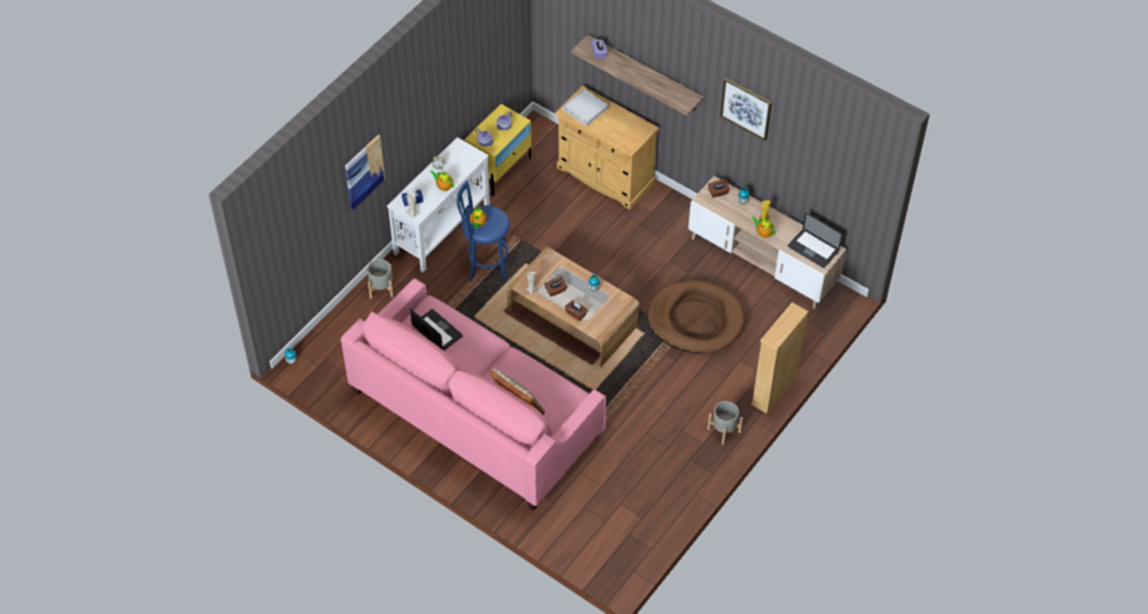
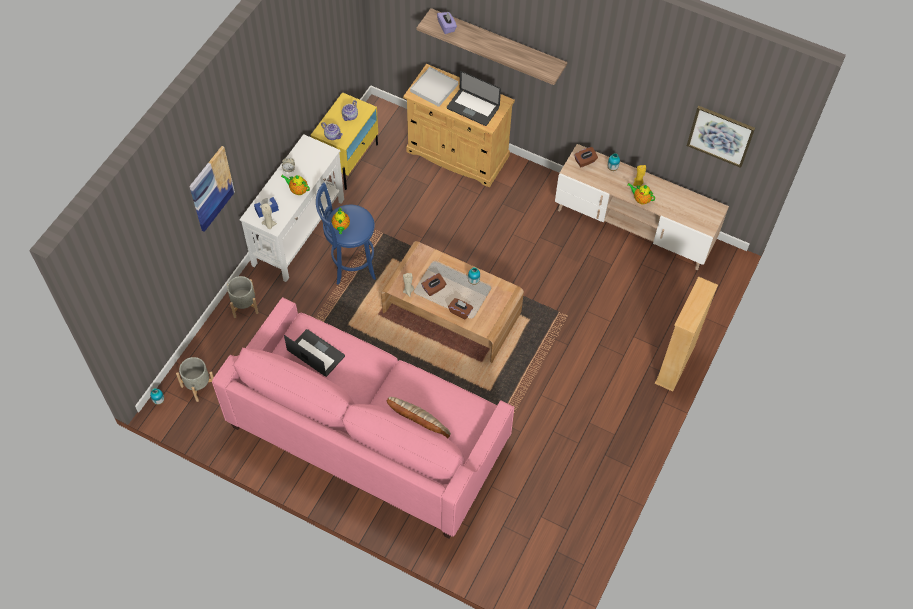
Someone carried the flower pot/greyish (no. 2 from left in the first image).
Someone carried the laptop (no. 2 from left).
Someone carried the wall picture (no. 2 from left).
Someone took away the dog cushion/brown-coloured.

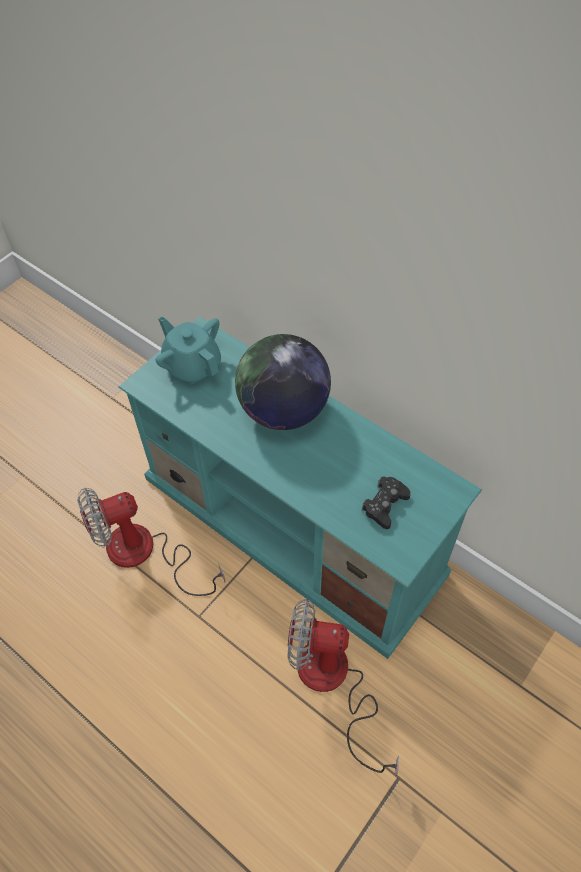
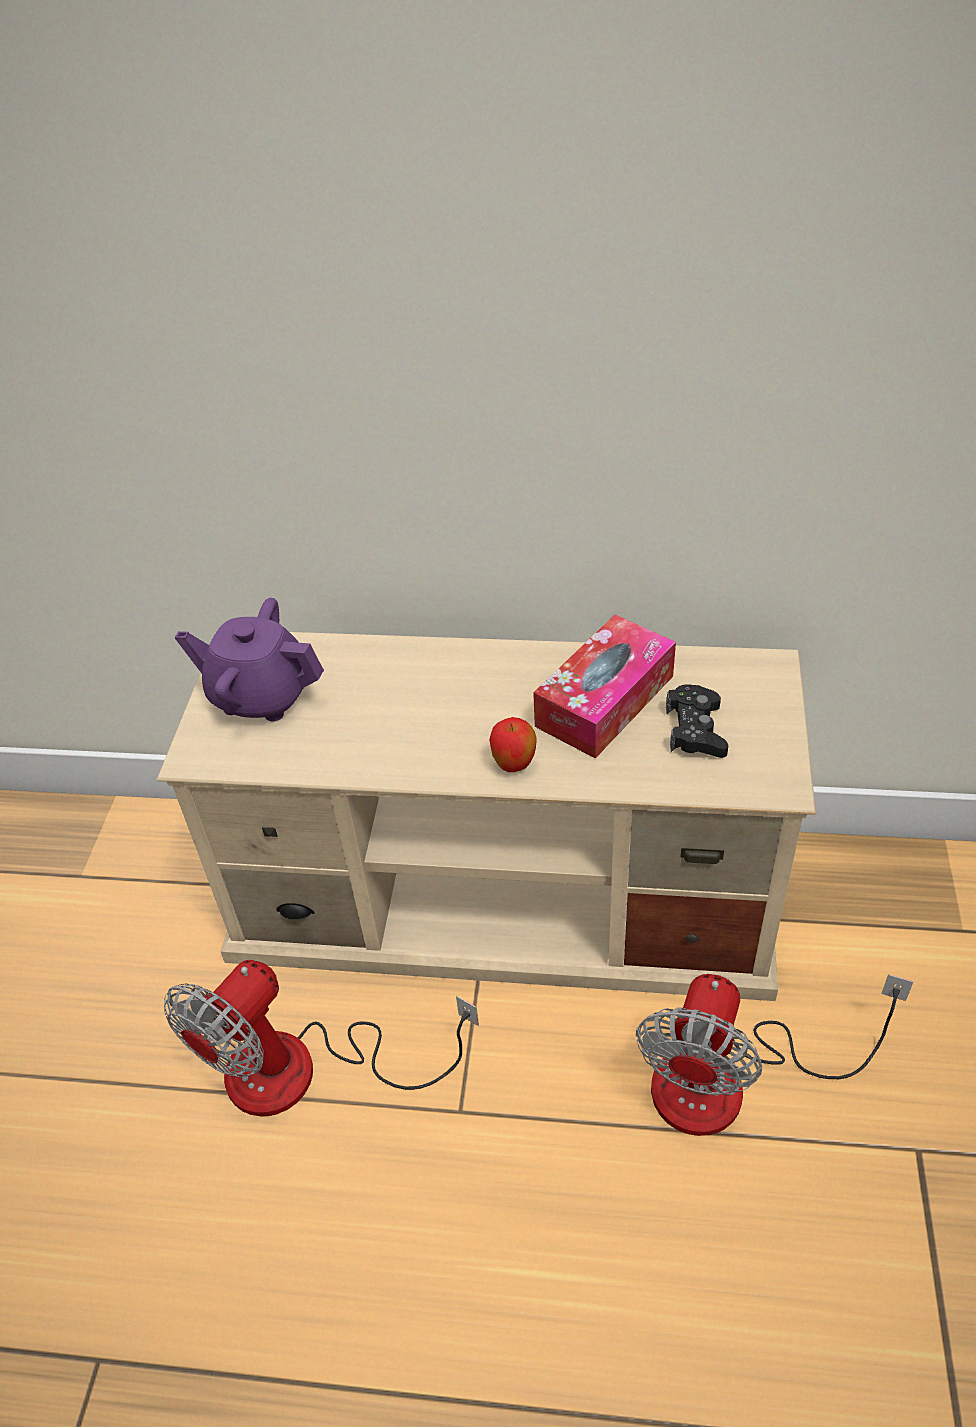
Someone repainted the tv unit/turquoise-coloured, which became the tv unit/beige.
Someone repainted the tea pot/turquoise-coloured, which became the tea pot/purple-coloured.
Someone put down the apple fruit.
Someone put down the tissue box.
Someone rotated the electric fan (no. 2 from left) by 45 degrees counterclockwise.
Someone took away the desk globe.

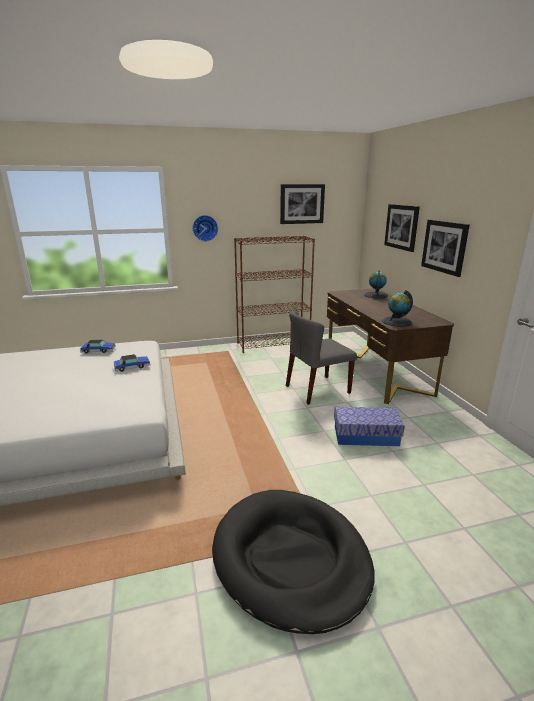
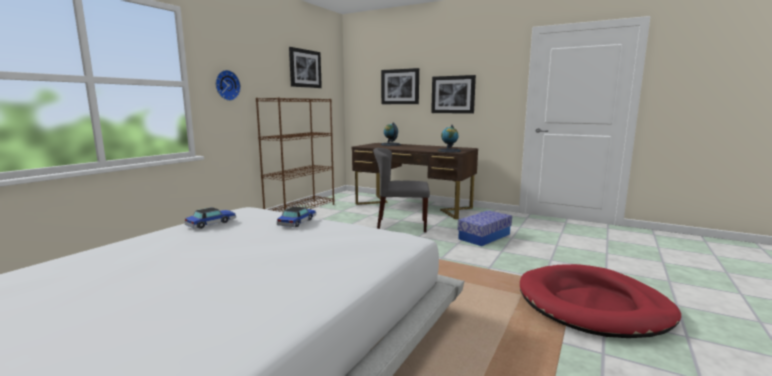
Someone rotated the upright chair/greyish by 75 degrees clockwise.
Someone repainted the dog cushion/black, which became the dog cushion/red-coloured.

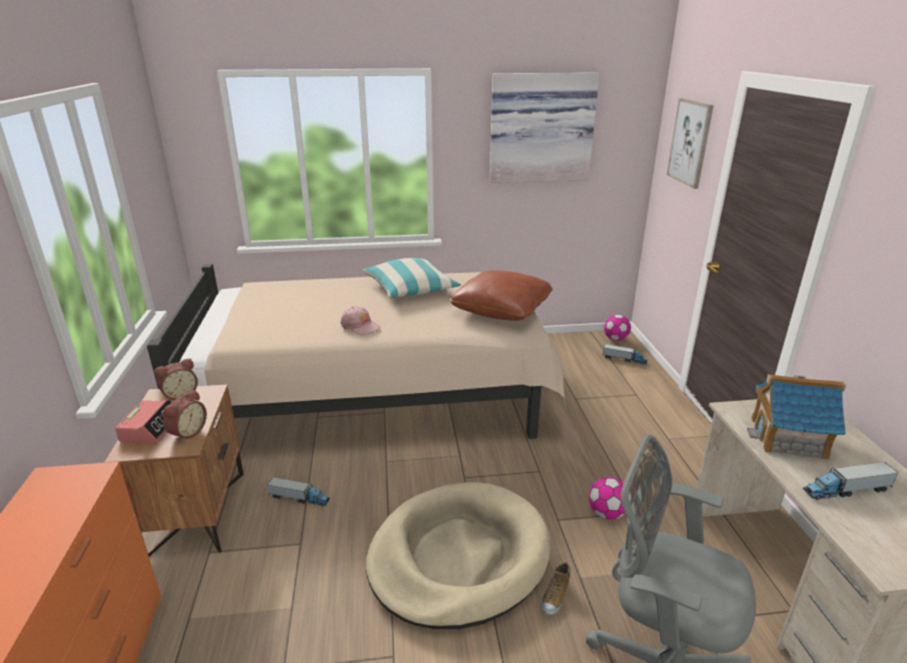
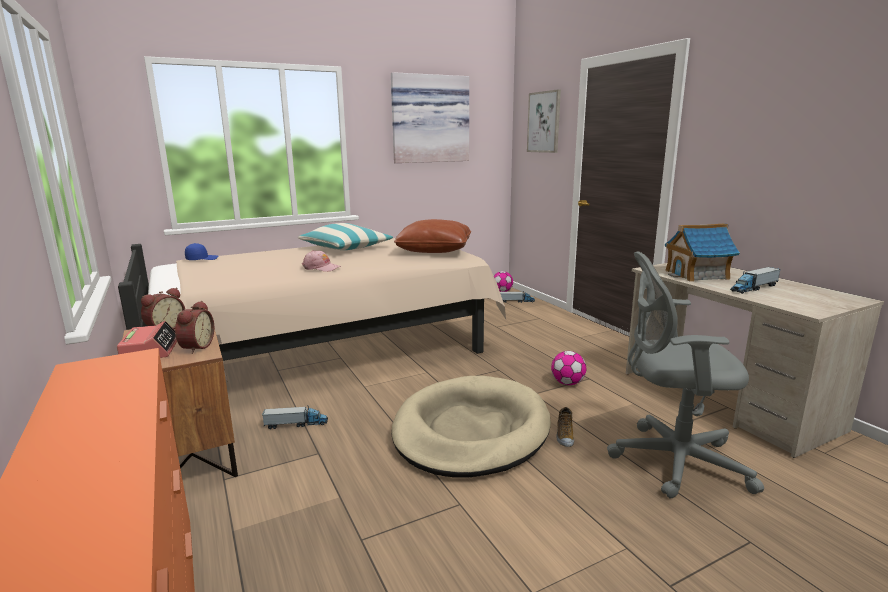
Someone put down the baseball cap/bluish.

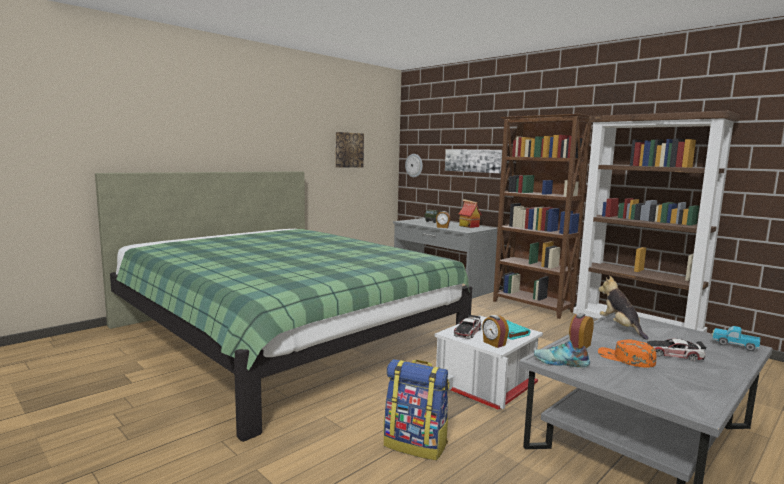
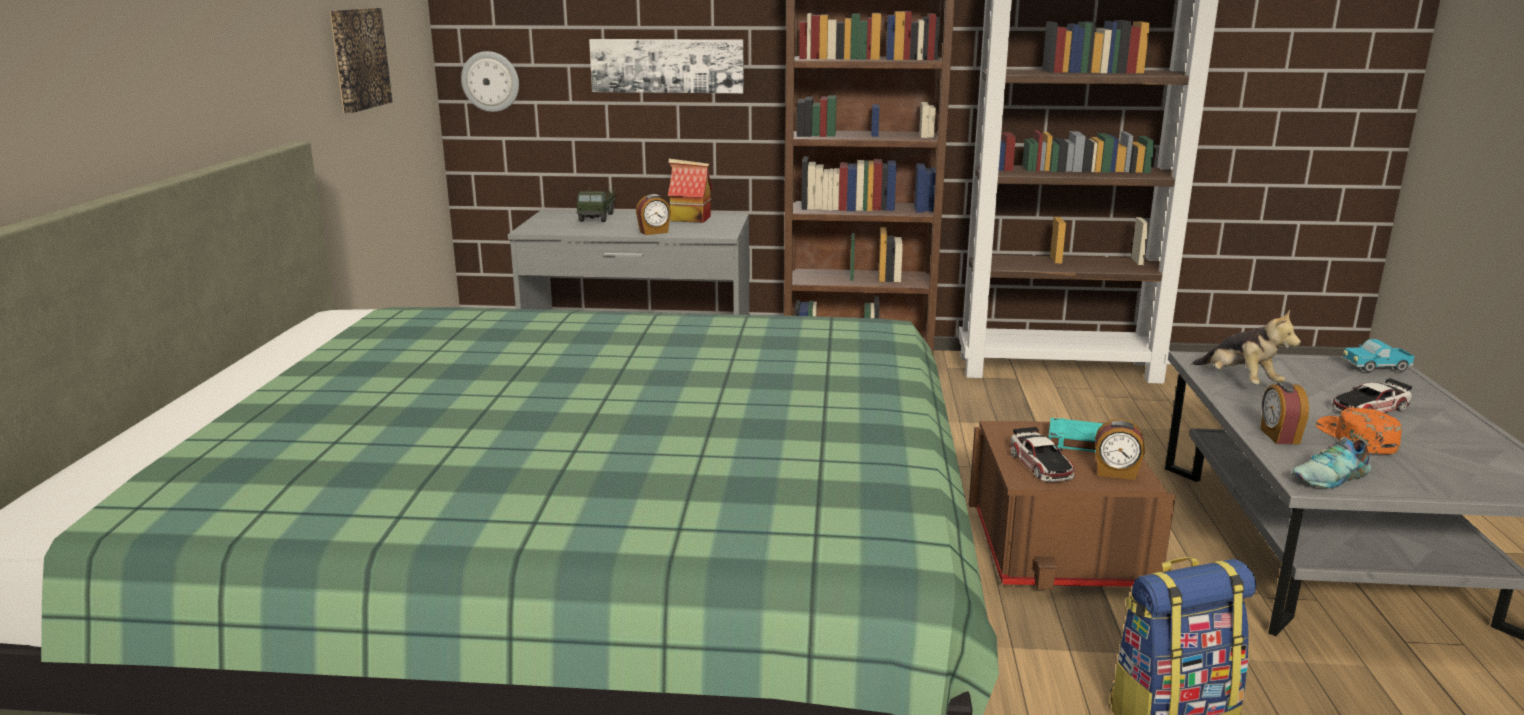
Someone repainted the storage box/white-coloured, which became the storage box/brown-coloured.
Someone rotated the cuddly toy by 150 degrees counterclockwise.
Someone rotated the baseball cap/orange by 75 degrees clockwise.

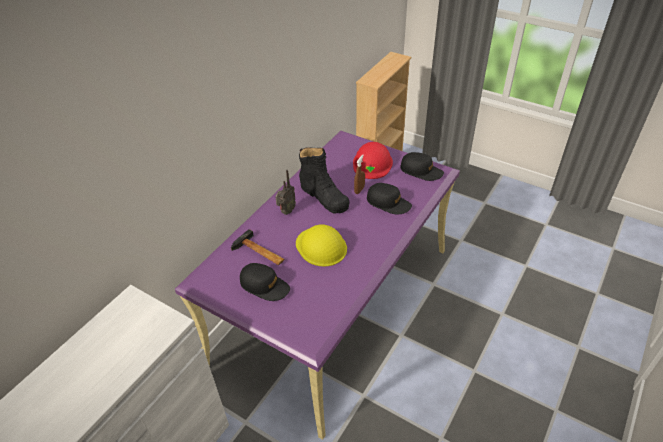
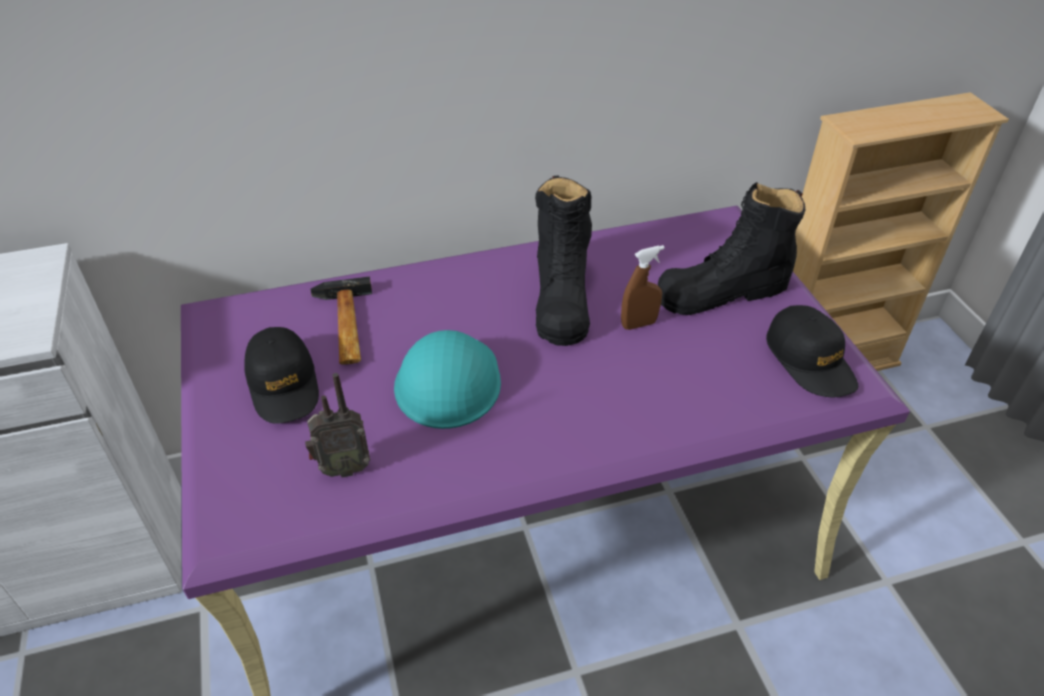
Someone carried the radio.
Someone repainted the work helmet/yellowish, which became the work helmet/turquoise-coloured.
Someone swapped the work helmet/red-coloured for the boot/black (no. 2 from left).
Someone took away the baseball cap/black (no. 2 from left).

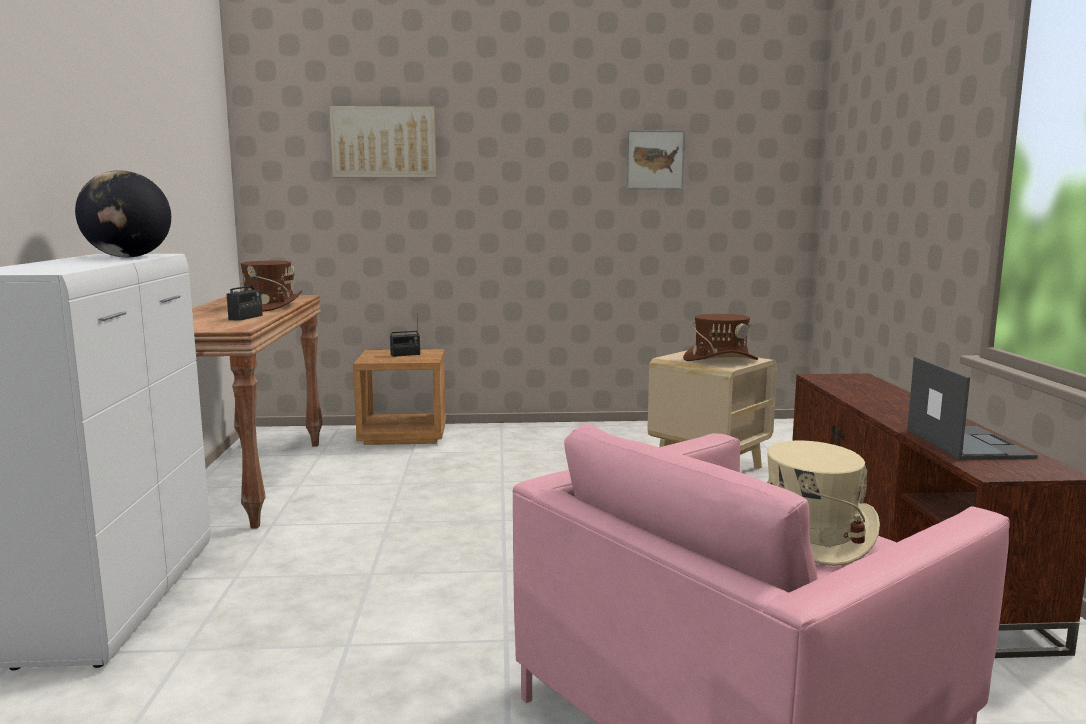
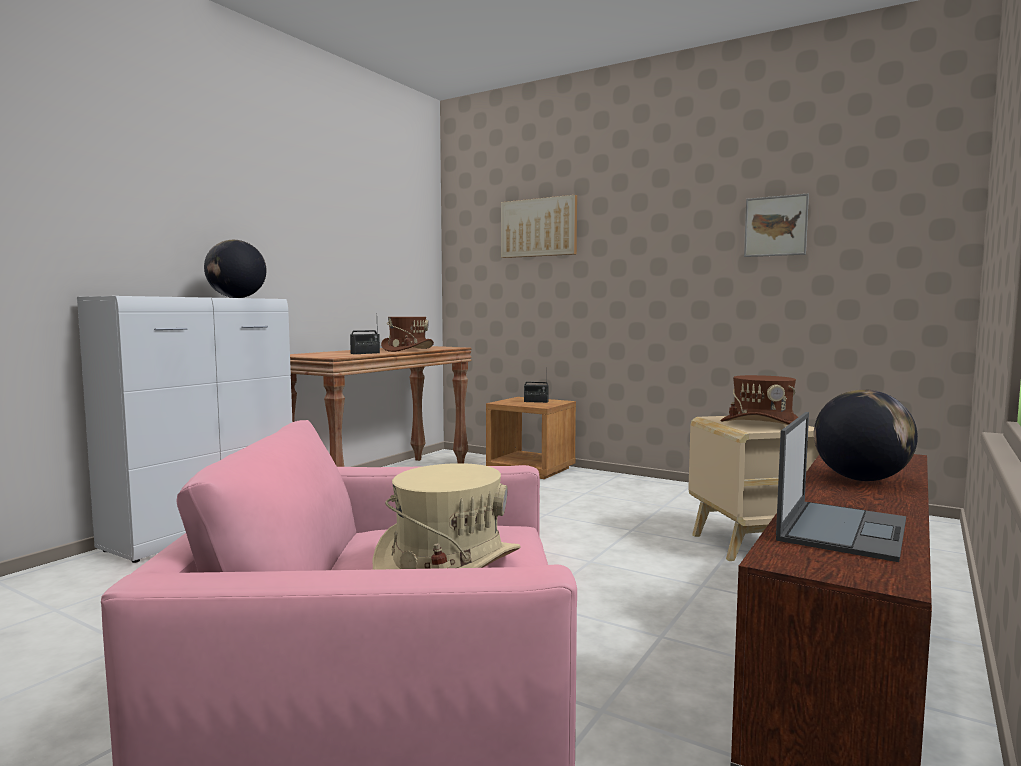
Someone put down the desk globe (no. 2 from left).

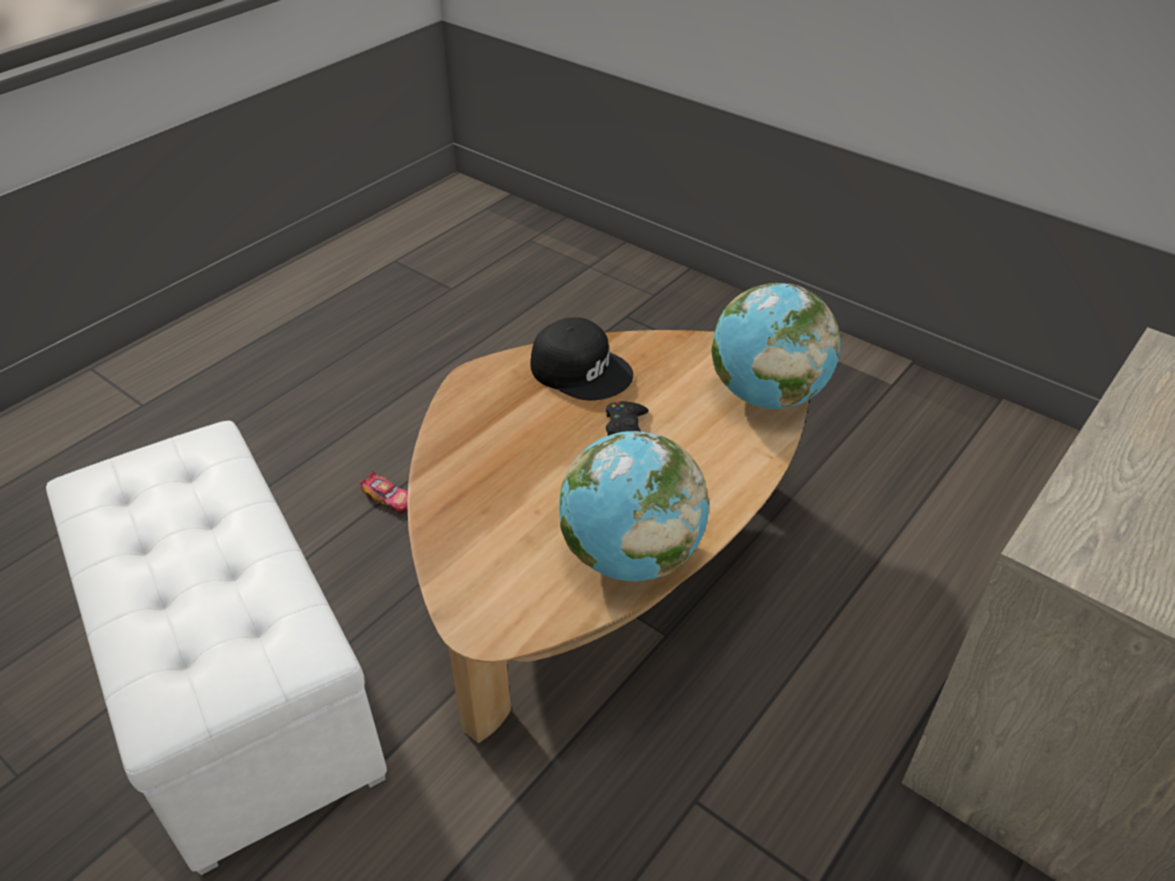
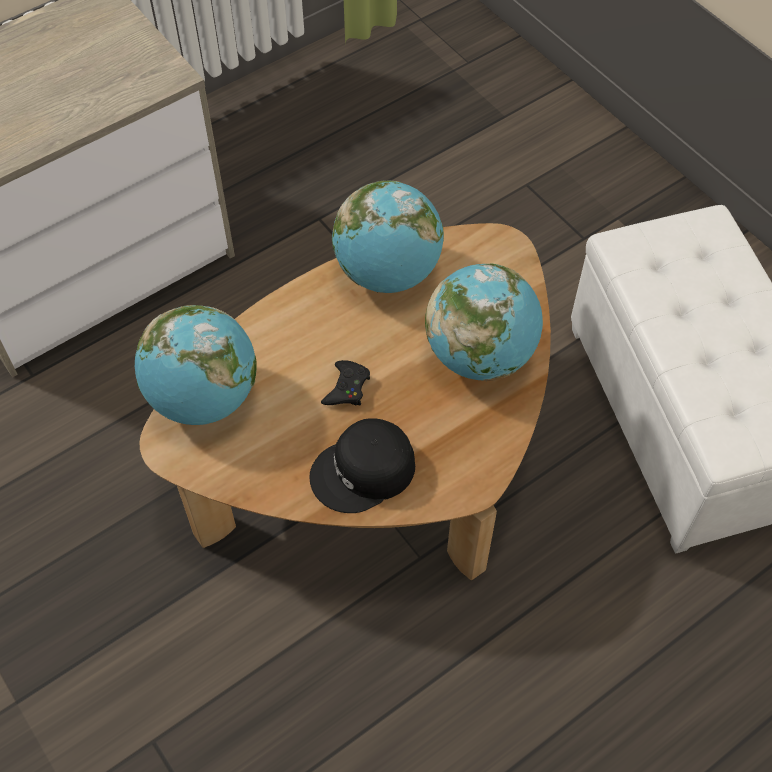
Someone rotated the baseball cap/black by 75 degrees counterclockwise.
Someone put down the desk globe (no. 3 from left).
Someone took away the toy car.

